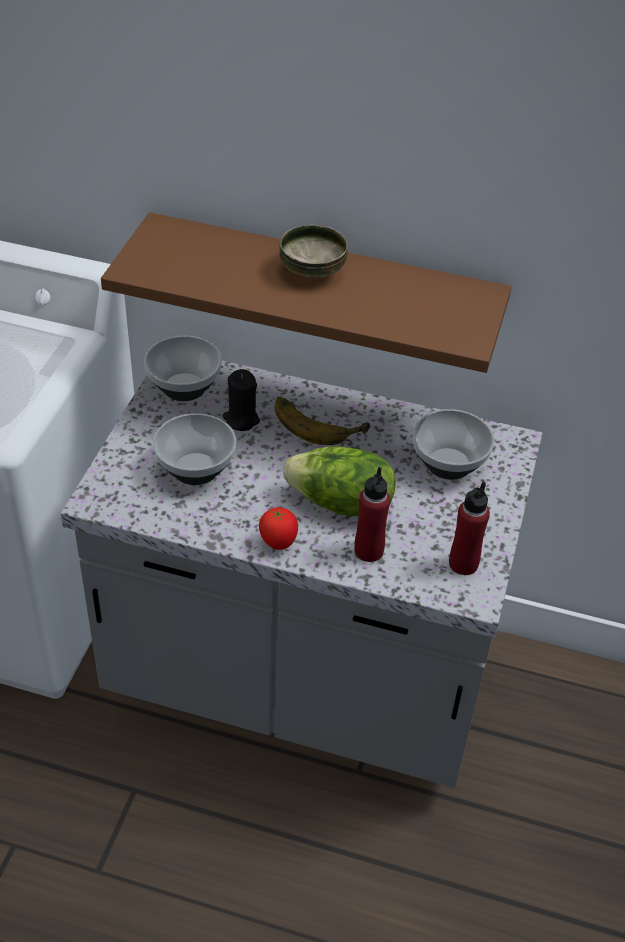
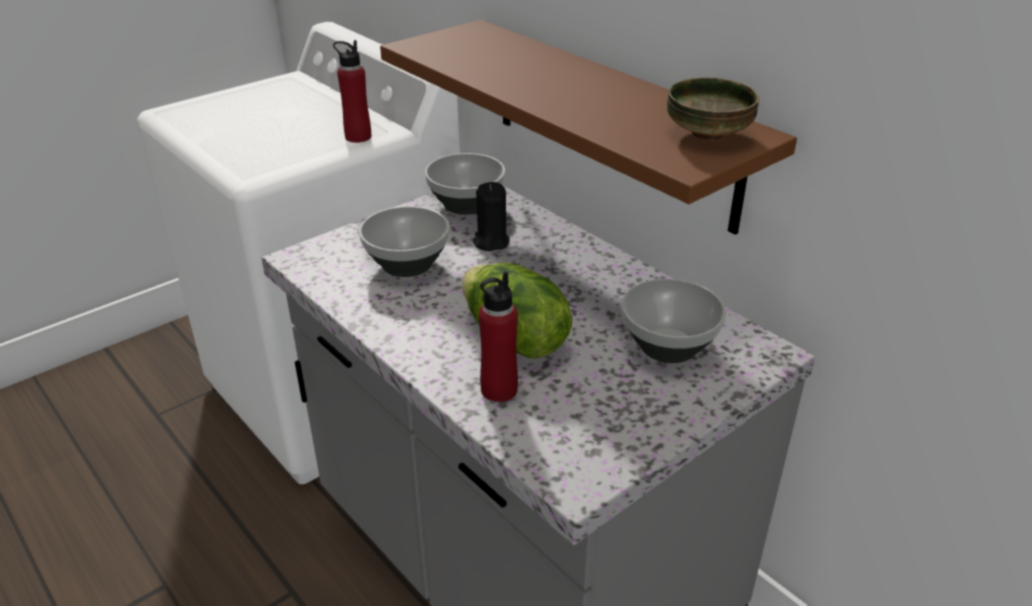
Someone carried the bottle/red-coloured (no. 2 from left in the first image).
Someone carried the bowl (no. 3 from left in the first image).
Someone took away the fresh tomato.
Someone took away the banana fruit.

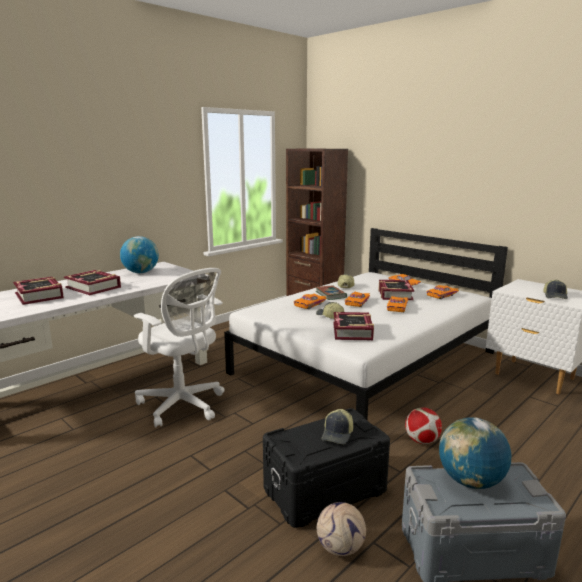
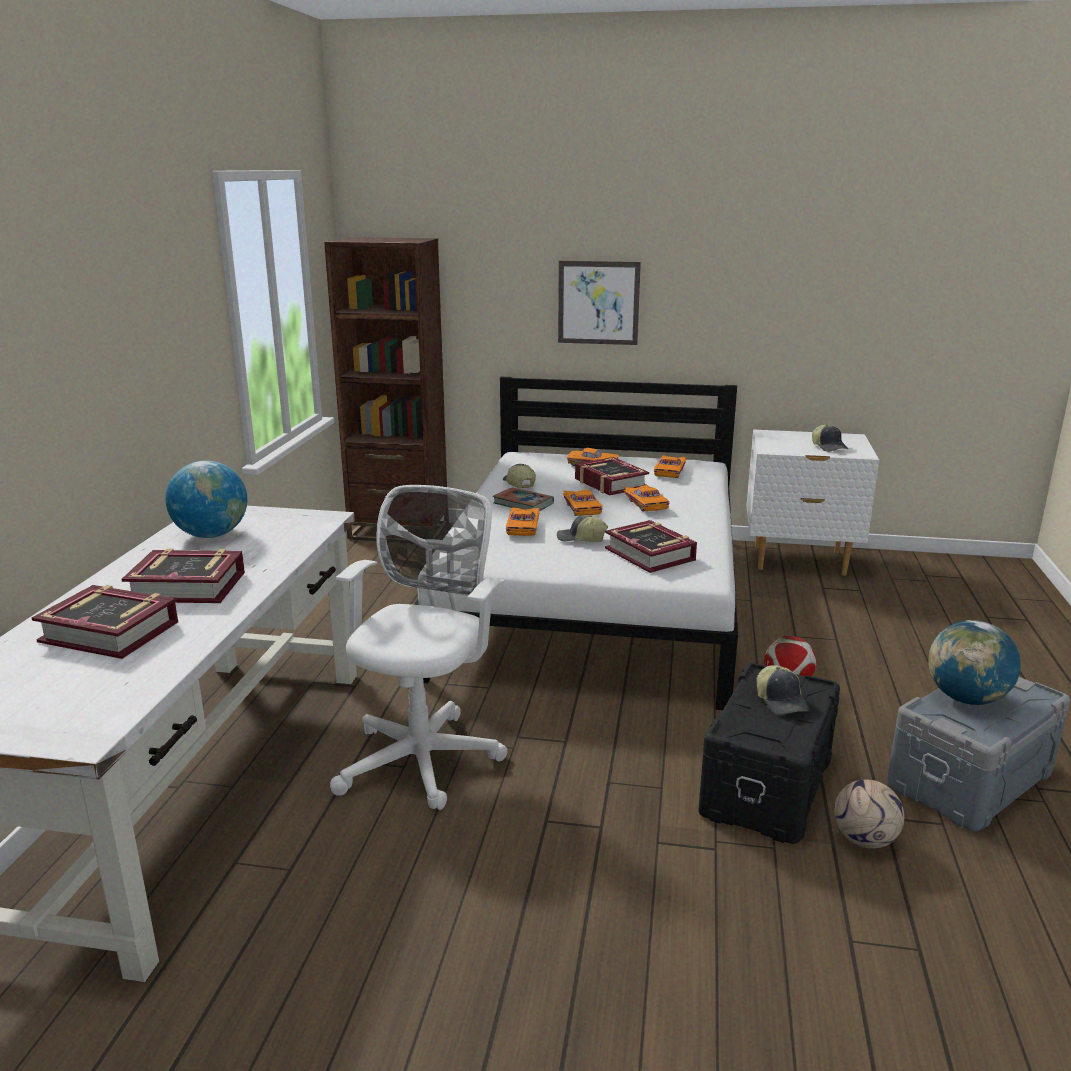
Someone rotated the office chair/white-coloured by 75 degrees counterclockwise.
Someone put up the wall picture.

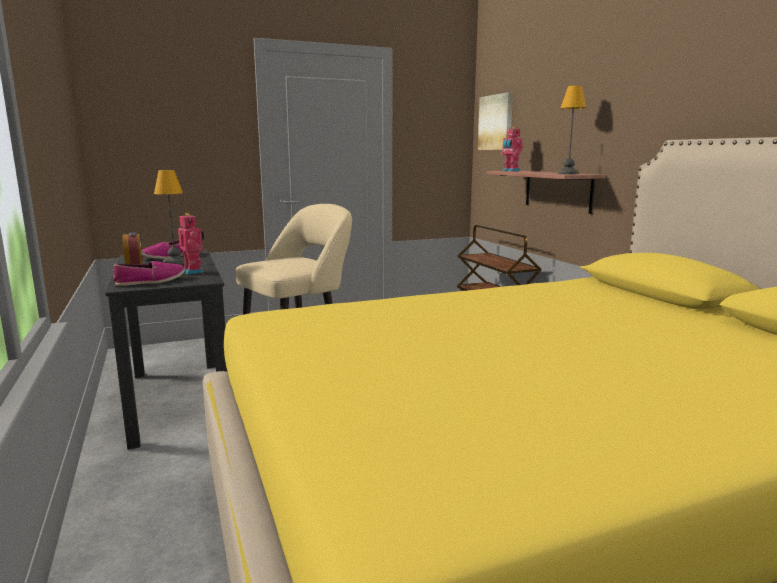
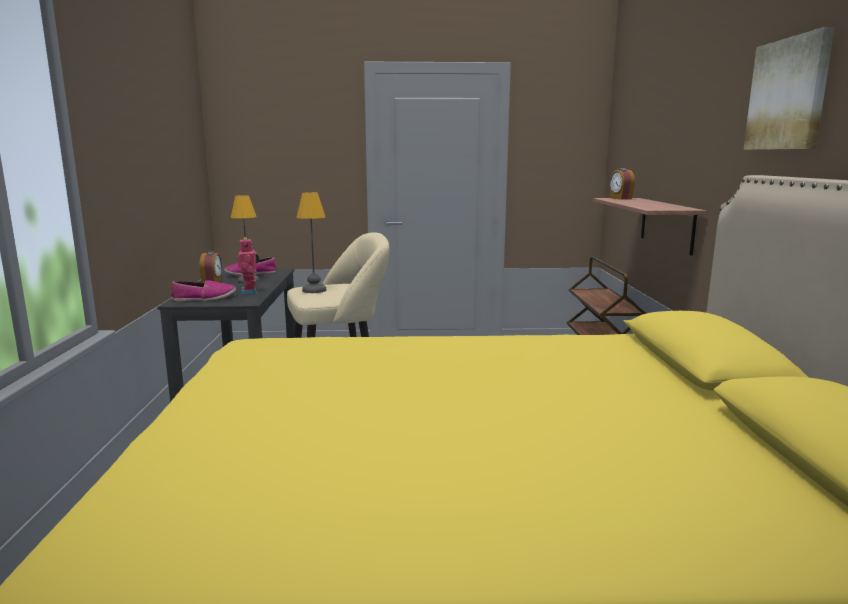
Someone carried the lamp for a table (no. 2 from left).
Someone swapped the model robot (no. 2 from left) for the bedside clock (no. 2 from left).
Someone carried the wall picture.

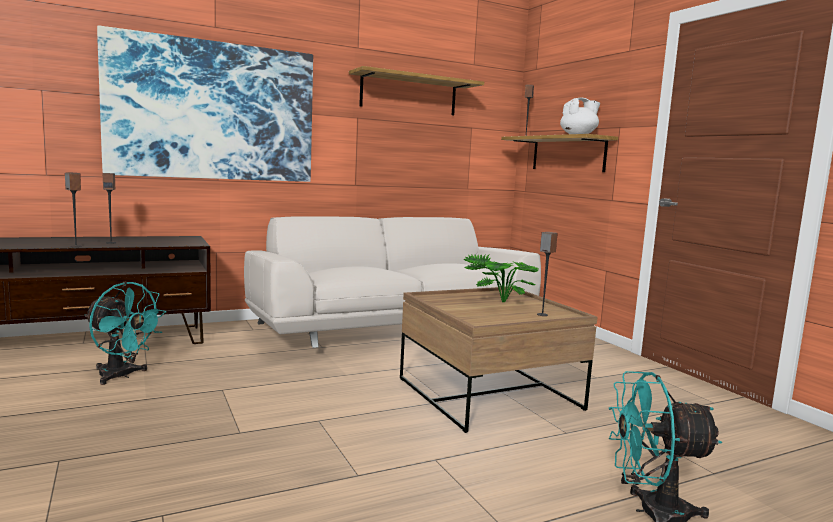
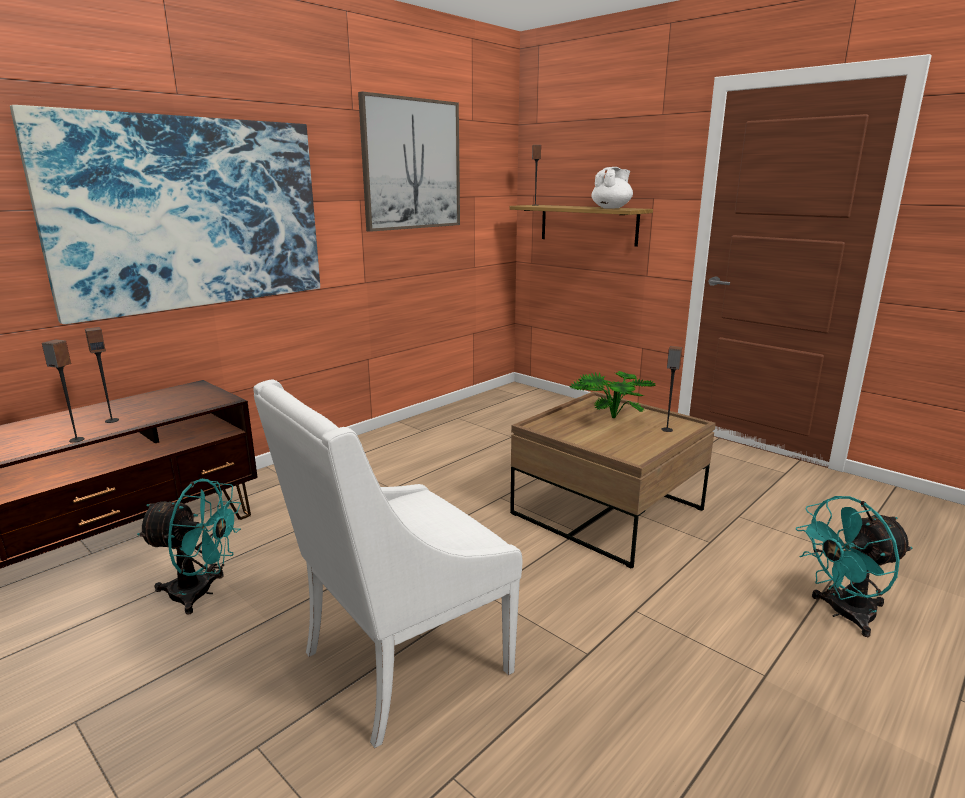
Someone put down the armchair/white-coloured.
Someone swapped the bracket shelf (no. 1 from left) for the wall picture (no. 2 from left).
Someone took away the couch/white-coloured.

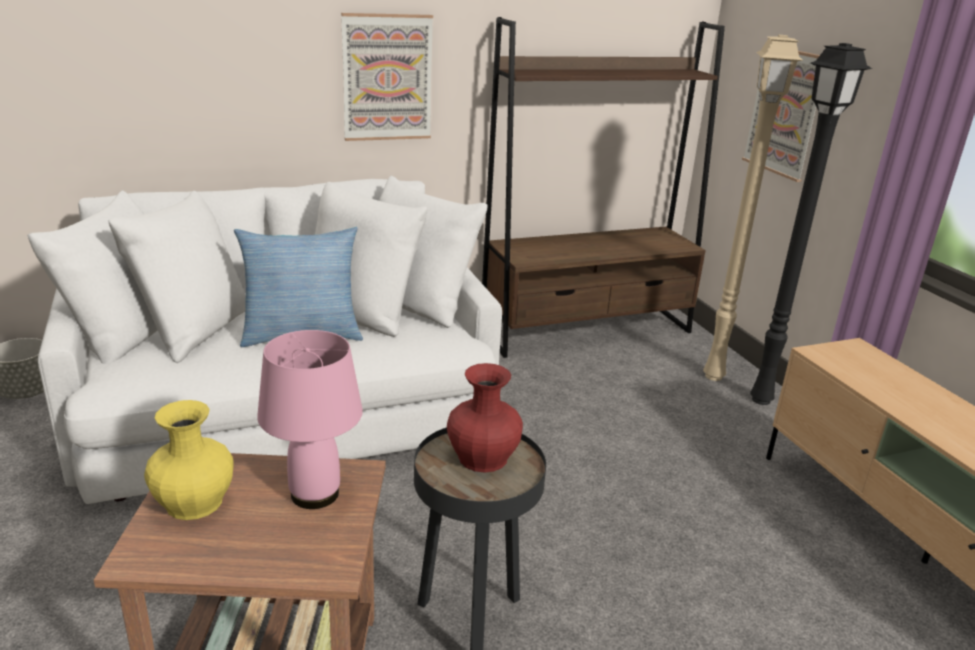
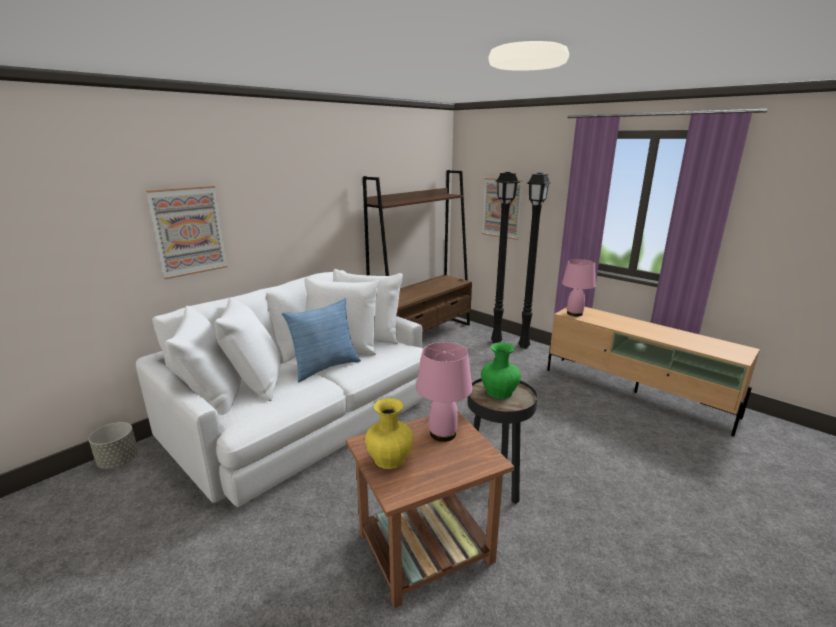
Someone carried the wall picture (no. 1 from left).
Someone repainted the decorative vase/red-coloured, which became the decorative vase/green.
Someone repainted the standard lamp/beige, which became the standard lamp/black (no. 1 from left).
Someone put down the lamp for a table/pinkish (no. 2 from left).

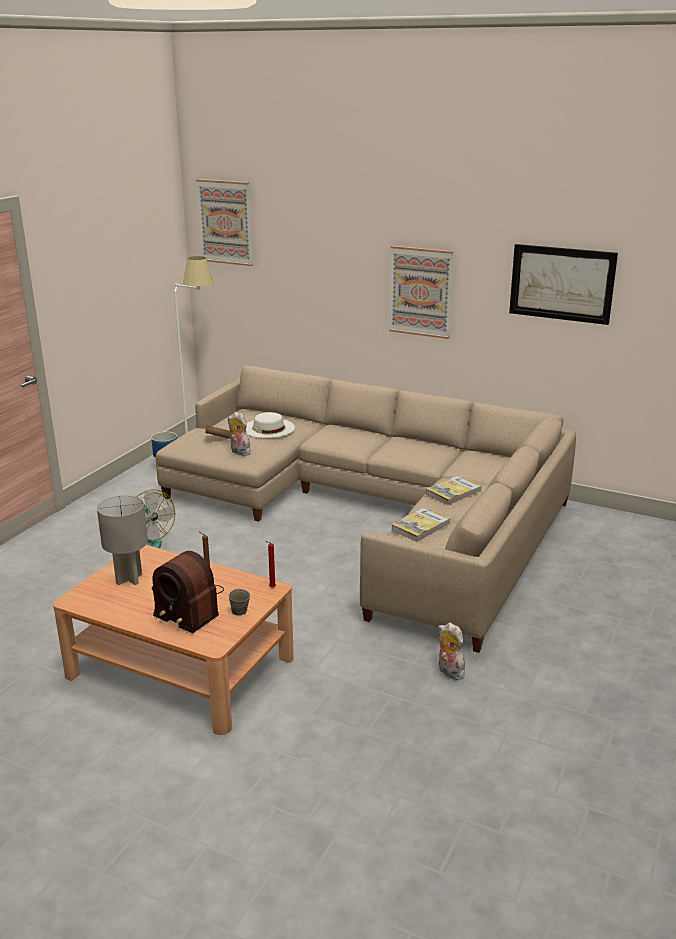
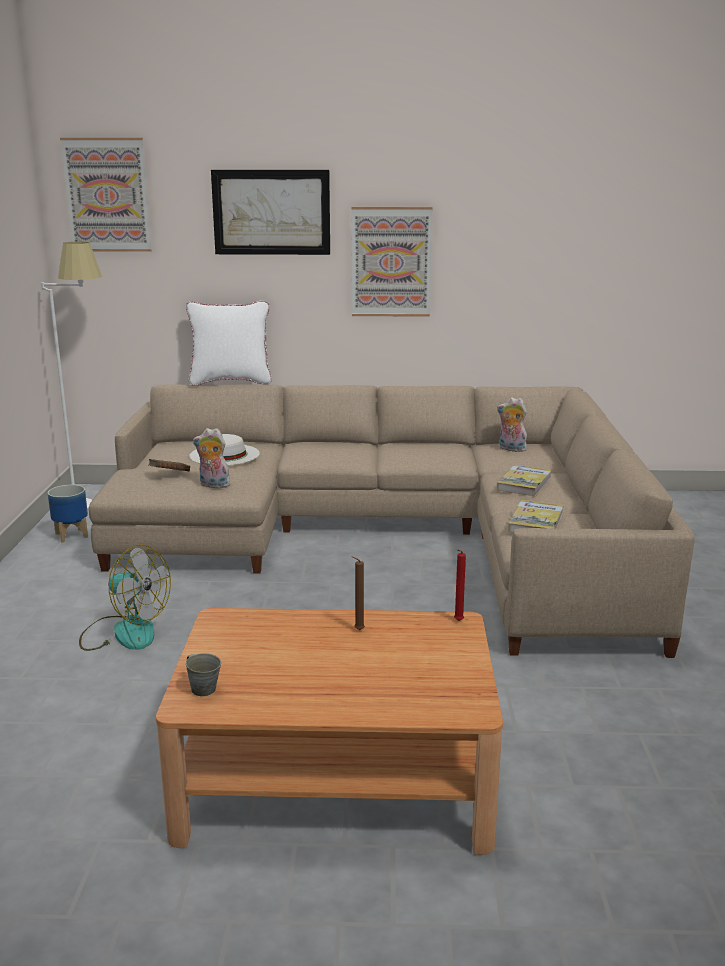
Someone put down the pillow/white-coloured.
Someone carried the tea mug/greyish.
Someone carried the wall picture (no. 3 from left in the first image).
Someone carried the cuddly toy (no. 2 from left).
Someone took away the lamp for a table/greyish.
Someone took away the radio.

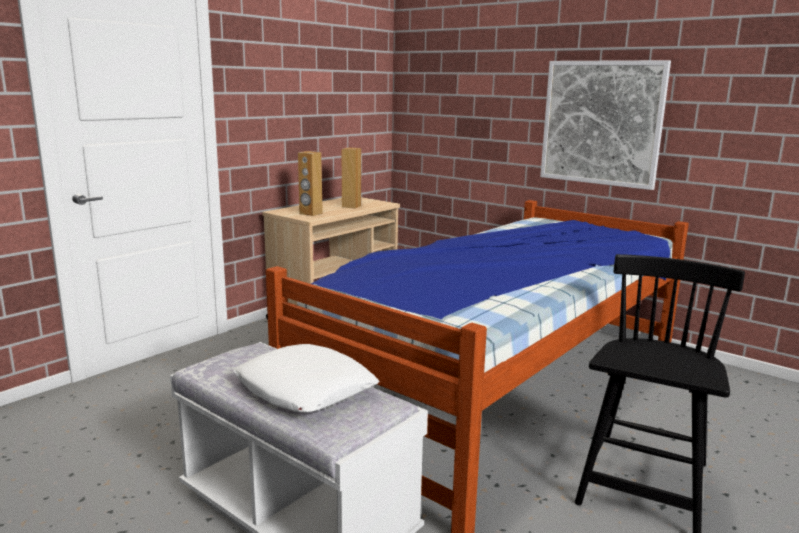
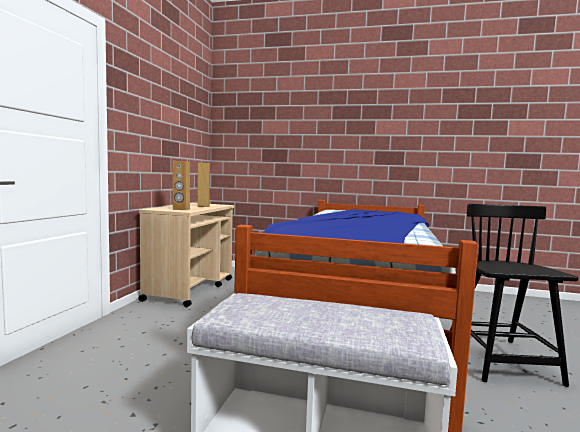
Someone took away the pillow/white-coloured.
Someone took away the wall picture.

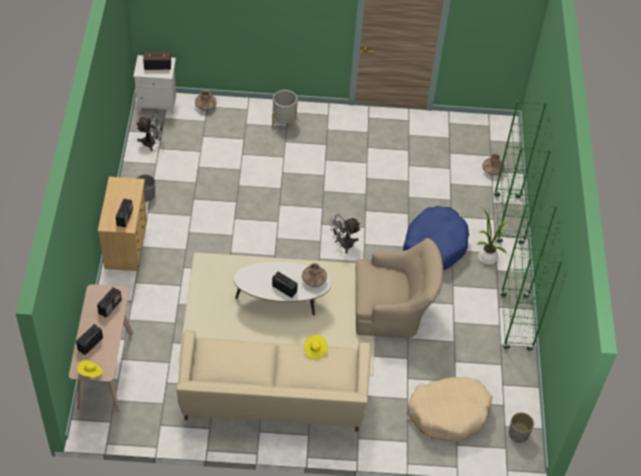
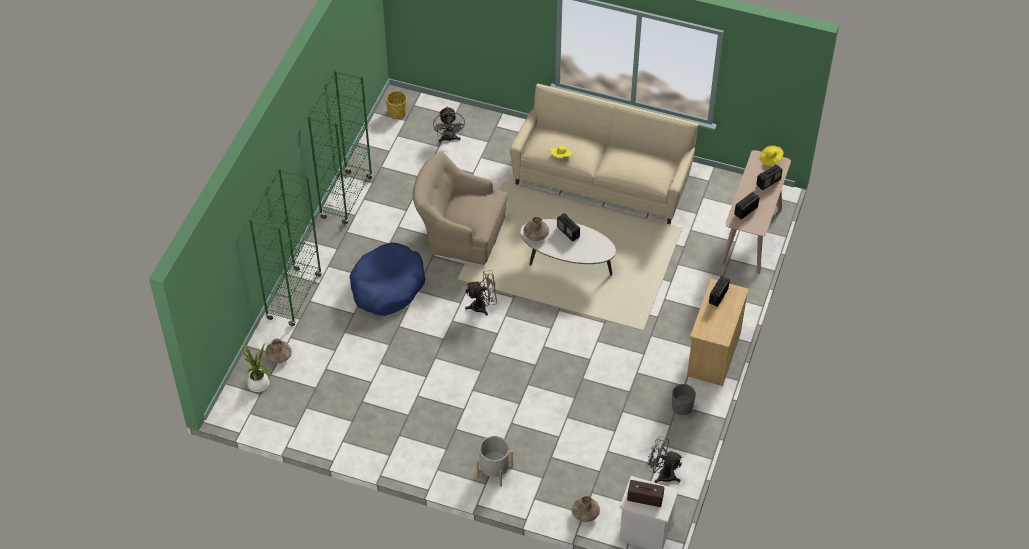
Someone carried the potted plant.
Someone repainted the flower pot/greyish (no. 3 from left), which became the flower pot/yellowish.
Someone swapped the dog cushion/beige for the electric fan/greyish (no. 1 from left).

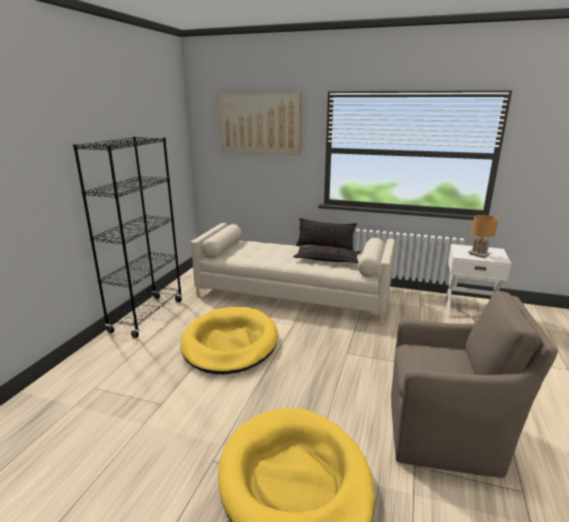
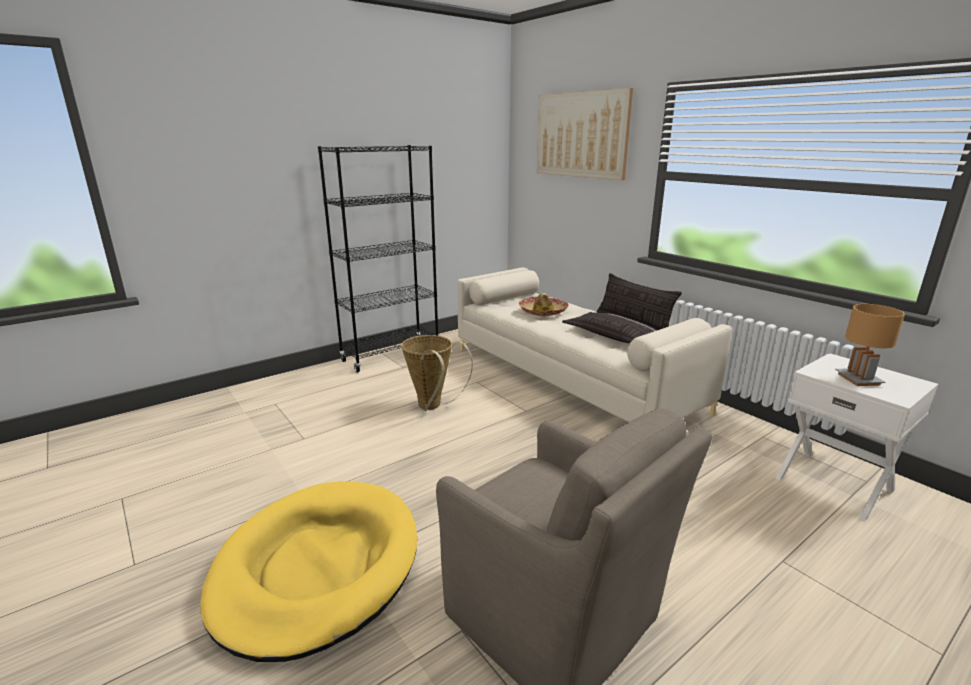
Someone swapped the dog cushion/yellowish (no. 1 from left) for the basket.
Someone put down the clothing hat.

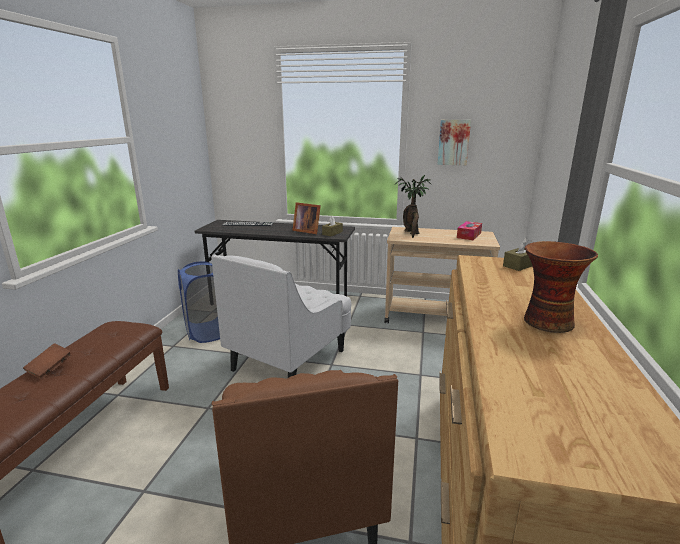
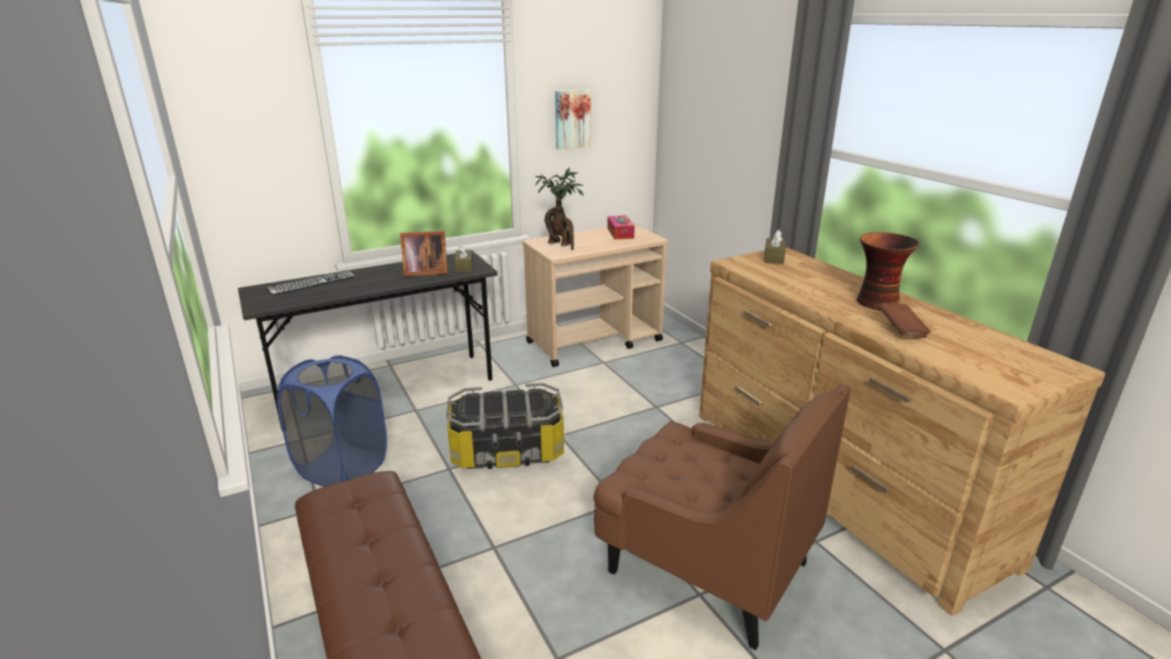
Someone swapped the armchair/white-coloured for the storage box.
Someone carried the bound book/brown-coloured.

